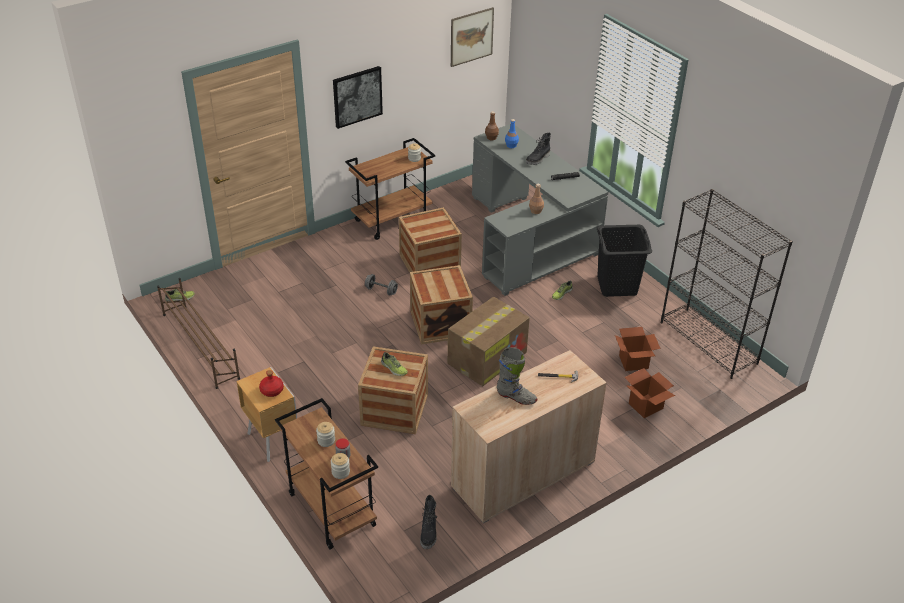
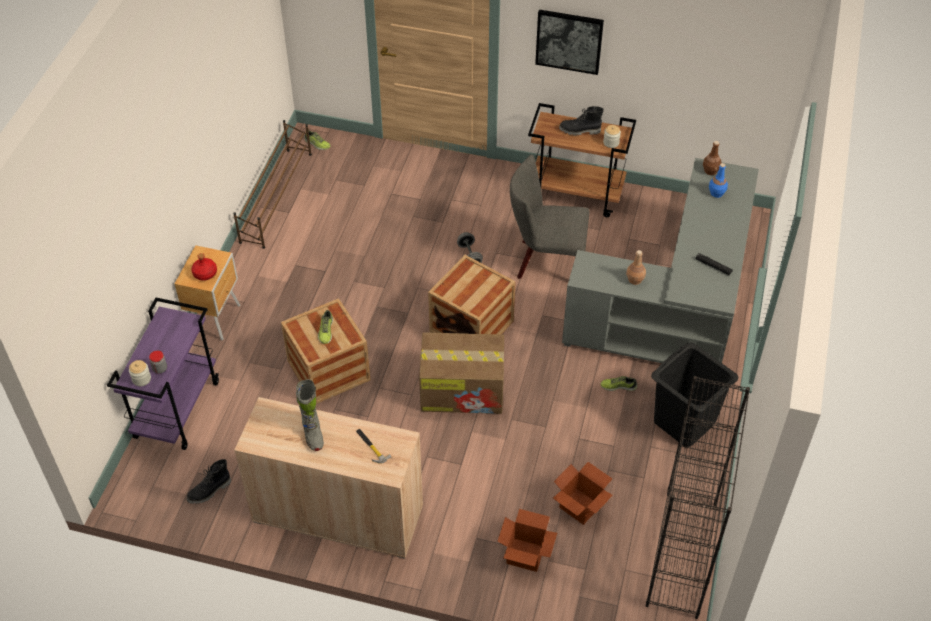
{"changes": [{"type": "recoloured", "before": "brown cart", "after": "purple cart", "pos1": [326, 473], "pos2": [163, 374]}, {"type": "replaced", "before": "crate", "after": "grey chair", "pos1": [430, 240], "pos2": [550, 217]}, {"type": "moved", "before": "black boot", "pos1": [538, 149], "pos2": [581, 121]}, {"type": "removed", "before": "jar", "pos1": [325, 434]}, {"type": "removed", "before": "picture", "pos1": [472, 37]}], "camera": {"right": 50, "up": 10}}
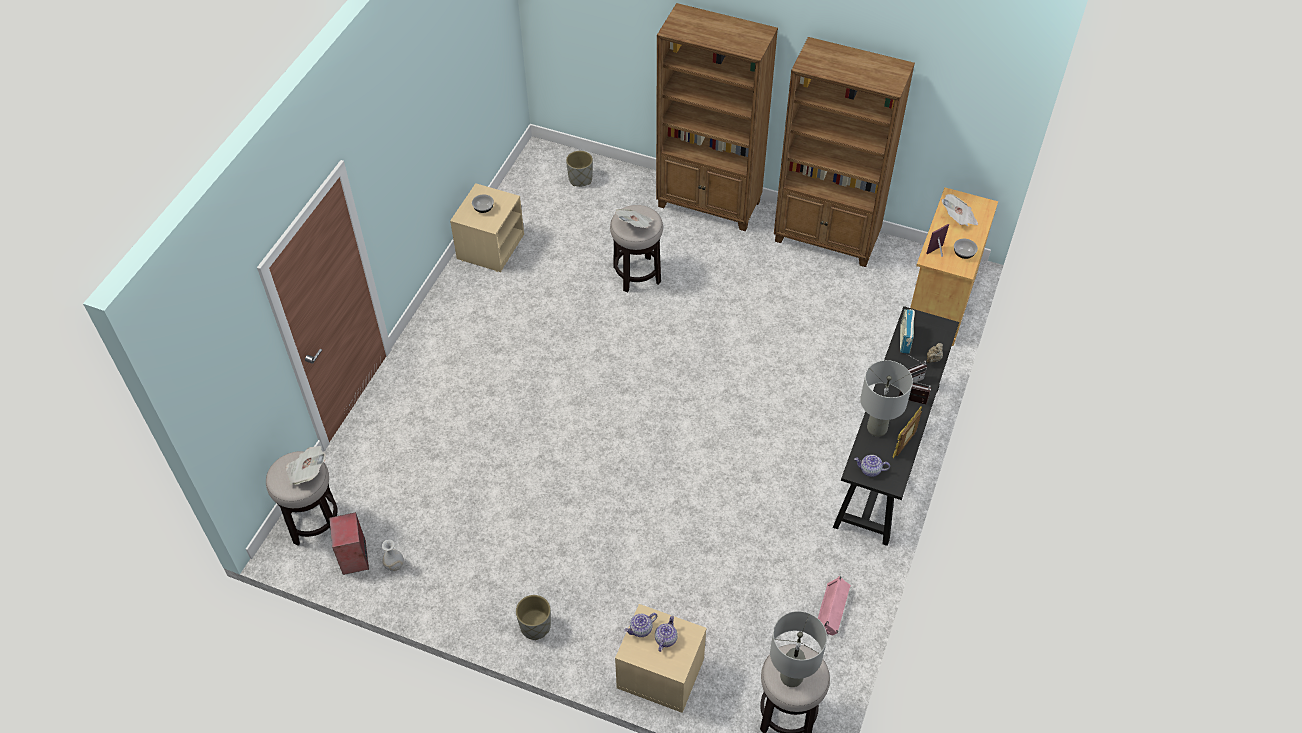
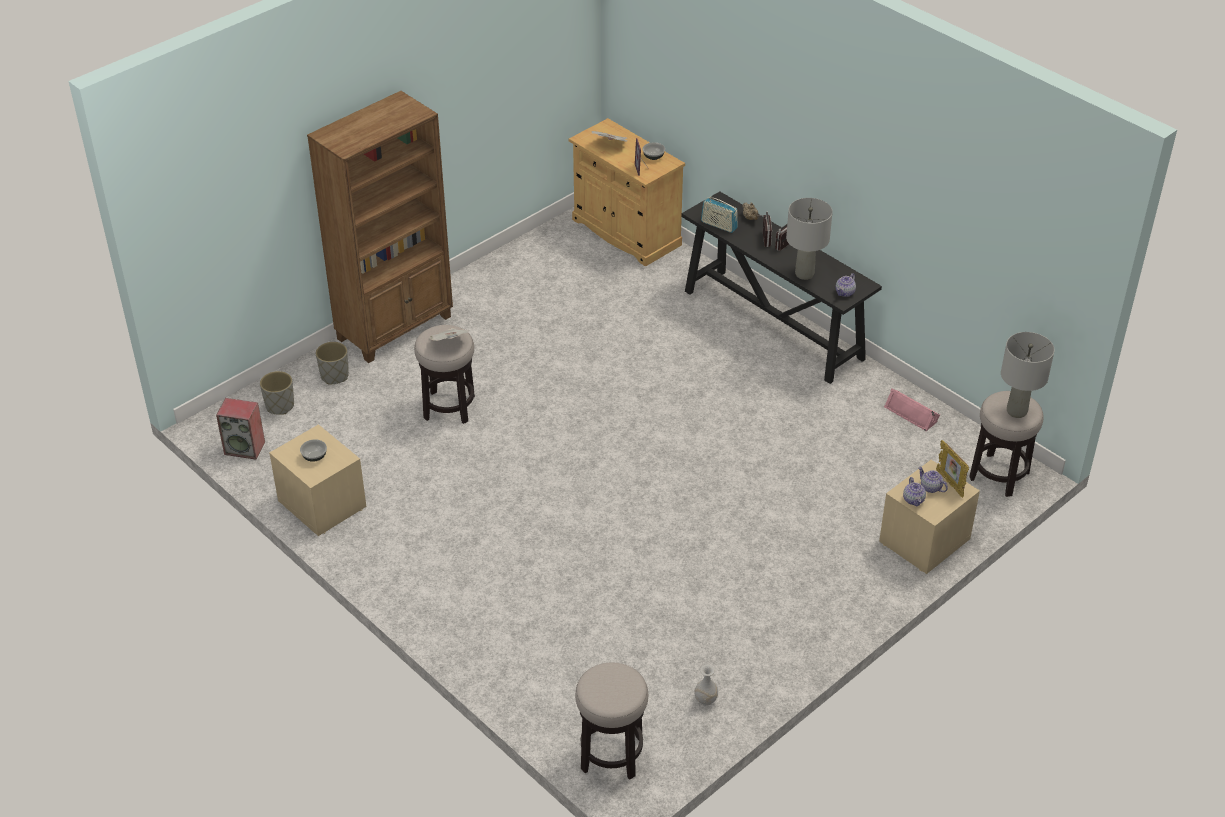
{"changes": [{"type": "moved", "before": "speaker", "pos1": [349, 543], "pos2": [240, 428]}, {"type": "moved", "before": "grey planter", "pos1": [533, 617], "pos2": [332, 363]}, {"type": "moved", "before": "picture frame", "pos1": [907, 432], "pos2": [952, 469]}, {"type": "removed", "before": "newspaper", "pos1": [305, 465]}, {"type": "removed", "before": "brown bookcase", "pos1": [844, 152]}], "camera": {"right": -65, "up": -10}}
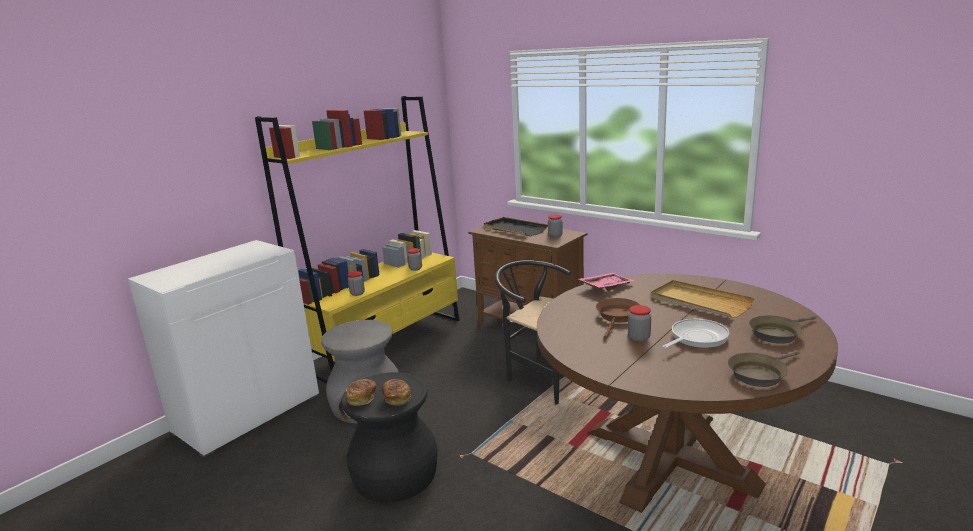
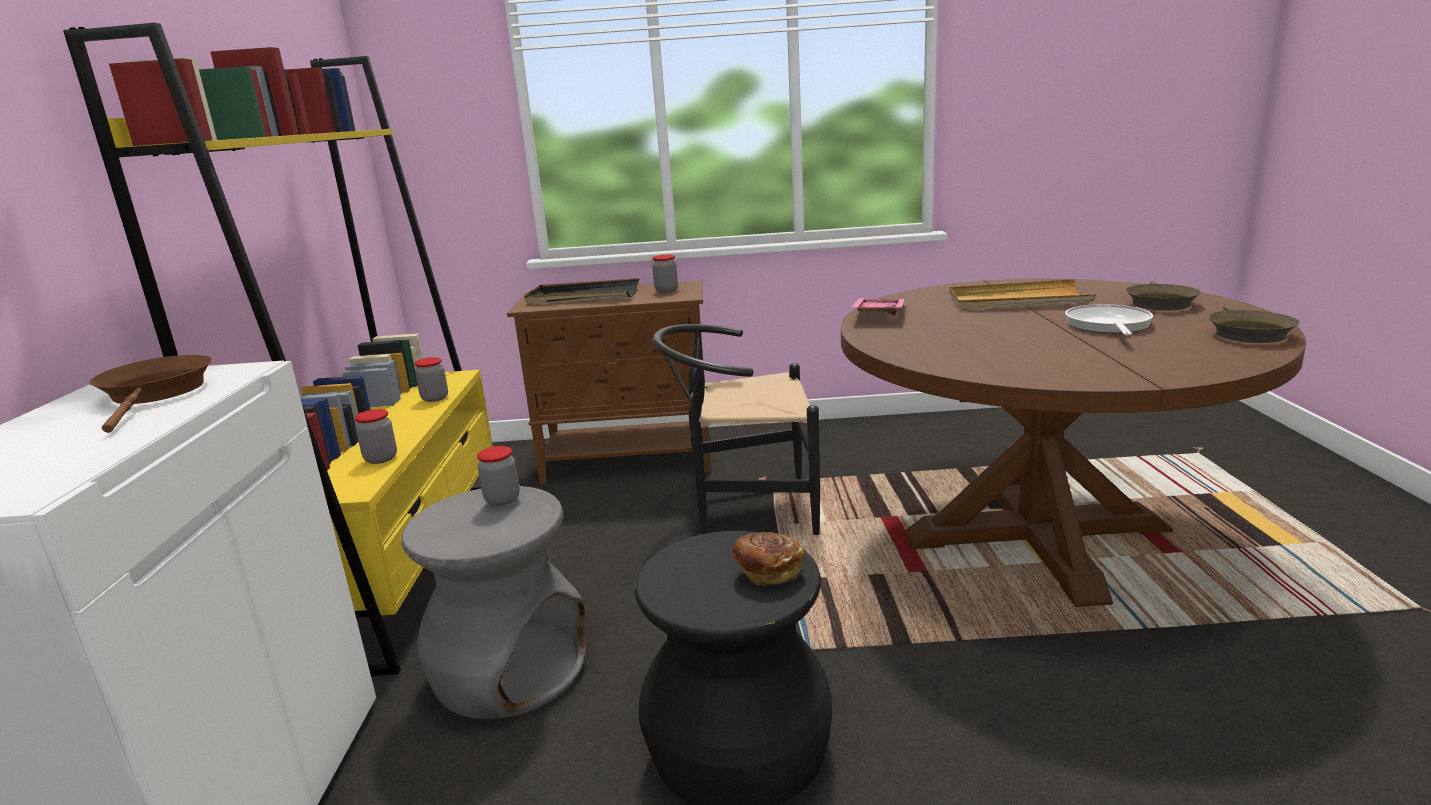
{"changes": [{"type": "moved", "before": "brown frying pan", "pos1": [618, 318], "pos2": [151, 394]}, {"type": "moved", "before": "jar", "pos1": [639, 323], "pos2": [498, 476]}, {"type": "removed", "before": "bread", "pos1": [361, 392]}], "camera": {"right": -40, "up": 0}}
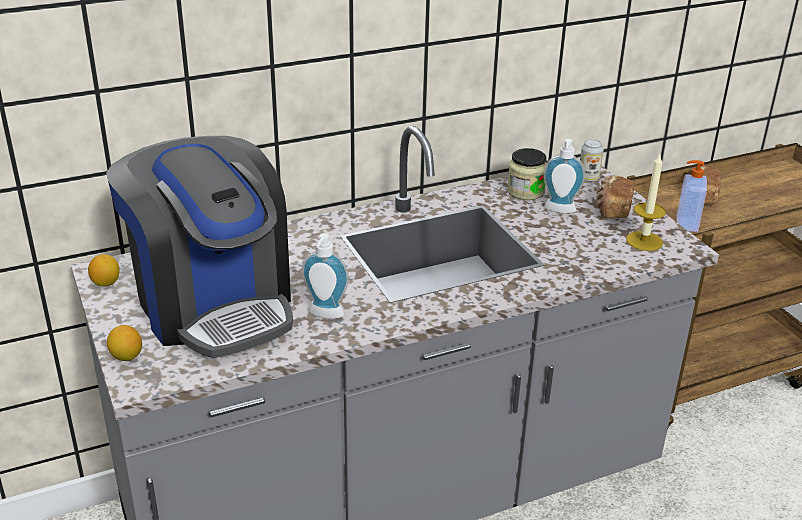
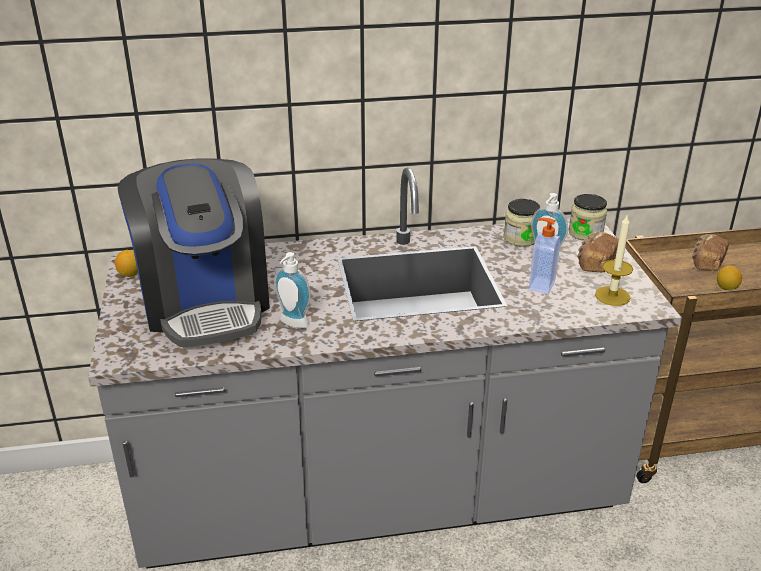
{"changes": [{"type": "moved", "before": "soap dispenser", "pos1": [692, 196], "pos2": [545, 256]}, {"type": "replaced", "before": "can", "after": "jar", "pos1": [592, 160], "pos2": [587, 217]}, {"type": "moved", "before": "lemon", "pos1": [124, 343], "pos2": [729, 278]}], "camera": {"right": 15, "up": 0}}
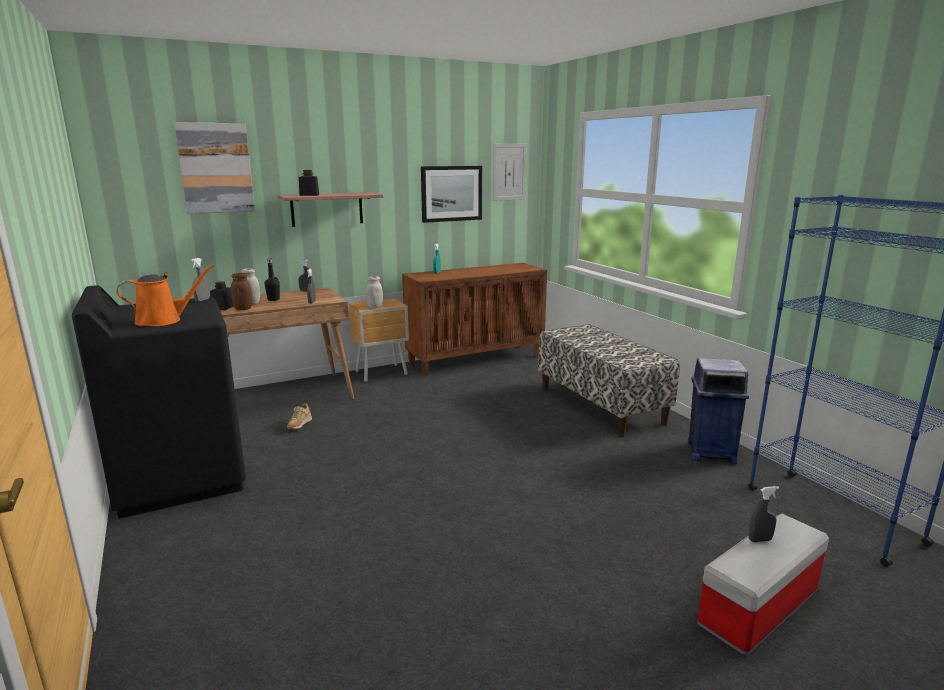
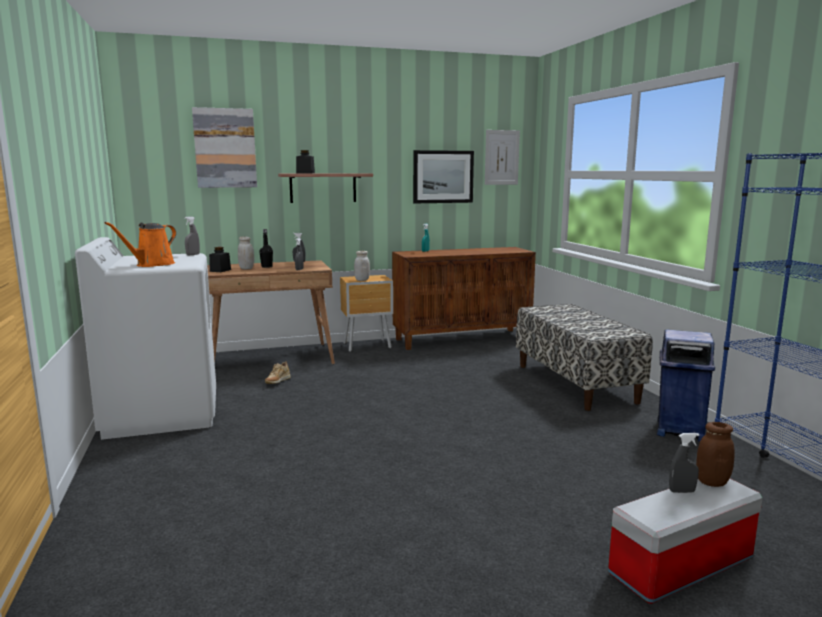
{"changes": [{"type": "recoloured", "before": "black washing machine", "after": "white washing machine", "pos1": [159, 402], "pos2": [145, 338]}, {"type": "turned", "before": "orange watering can", "pos1": [165, 295], "pos2": [140, 244], "turn": 135}, {"type": "moved", "before": "brown jar", "pos1": [241, 291], "pos2": [715, 454]}], "camera": {"right": 10, "up": -5}}
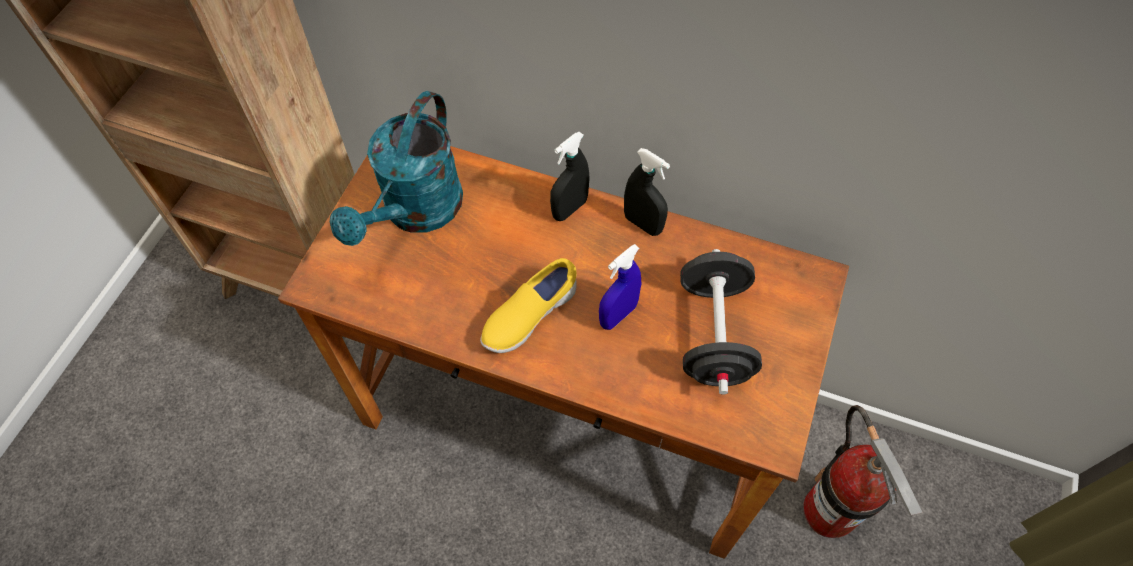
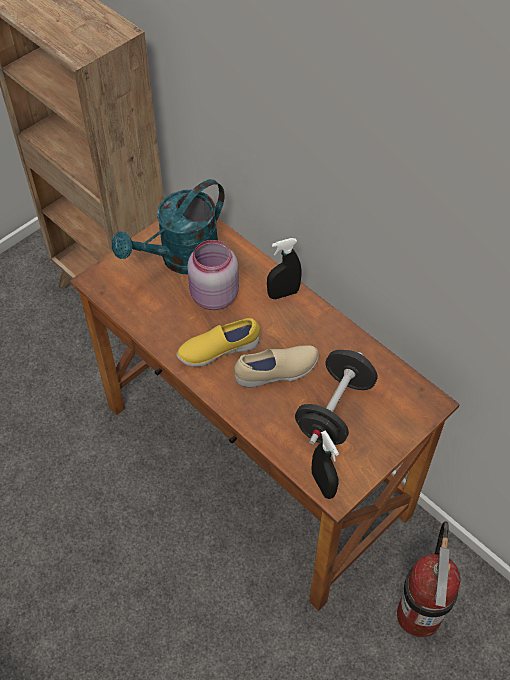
{"changes": [{"type": "added", "after": "pink jar", "pos2": [213, 275]}, {"type": "replaced", "before": "blue spray bottle", "after": "beige shoe", "pos1": [620, 287], "pos2": [276, 366]}, {"type": "moved", "before": "black spray bottle", "pos1": [647, 192], "pos2": [325, 464]}], "camera": {"right": 25, "up": -5}}
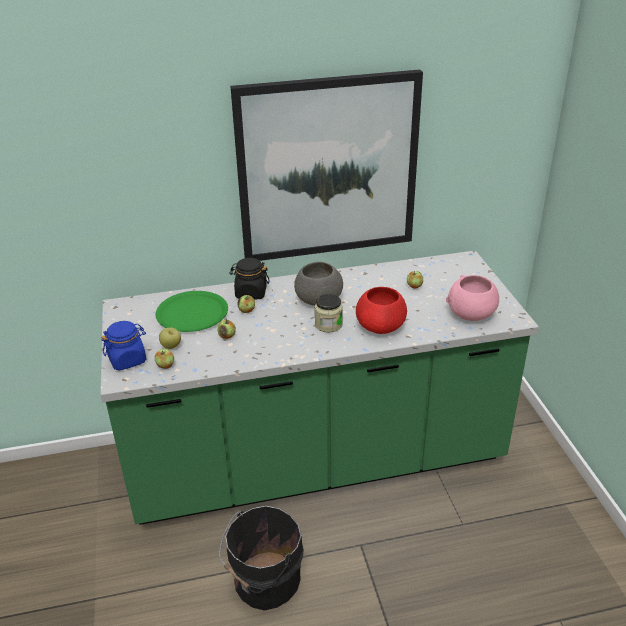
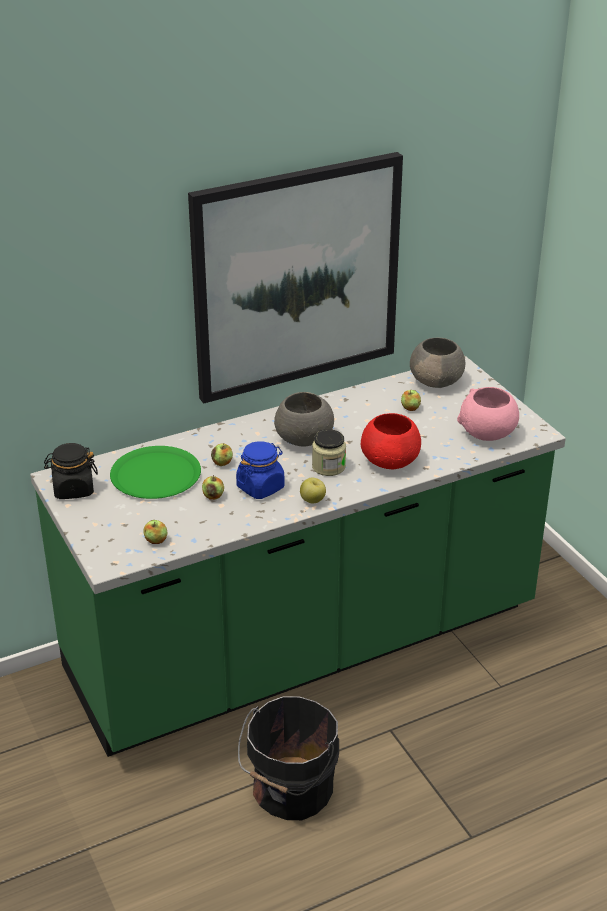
{"changes": [{"type": "moved", "before": "black jar", "pos1": [249, 279], "pos2": [71, 471]}, {"type": "moved", "before": "blue jar", "pos1": [123, 346], "pos2": [260, 470]}, {"type": "moved", "before": "apple", "pos1": [170, 338], "pos2": [313, 491]}, {"type": "added", "after": "grey bowl", "pos2": [437, 363]}], "camera": {"right": -15, "up": 0}}
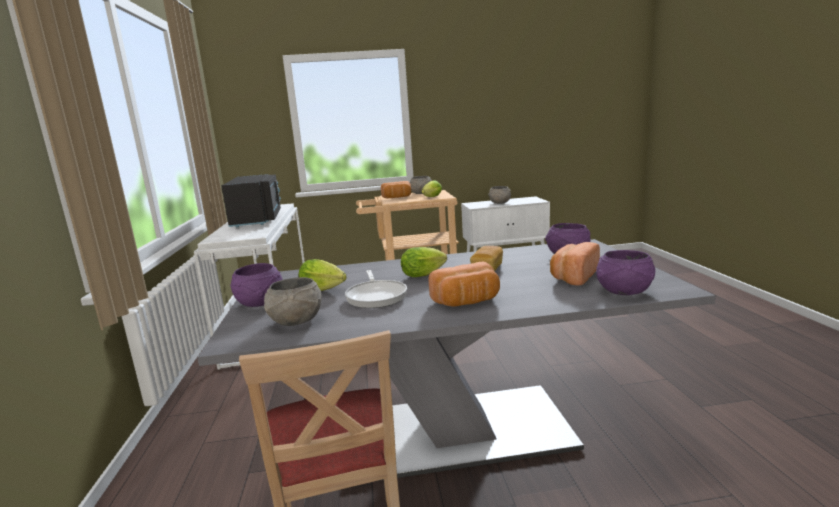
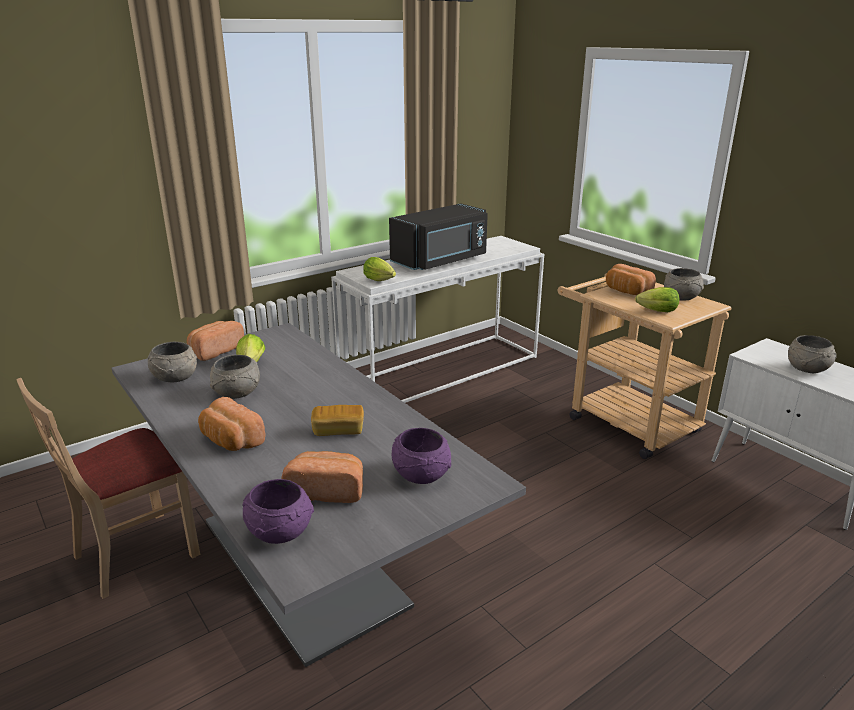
{"changes": [{"type": "replaced", "before": "purple bowl", "after": "bread", "pos1": [256, 285], "pos2": [215, 341]}, {"type": "replaced", "before": "frying pan", "after": "grey bowl", "pos1": [376, 289], "pos2": [235, 377]}, {"type": "moved", "before": "lettuce", "pos1": [424, 262], "pos2": [379, 269]}], "camera": {"right": 60, "up": 10}}
